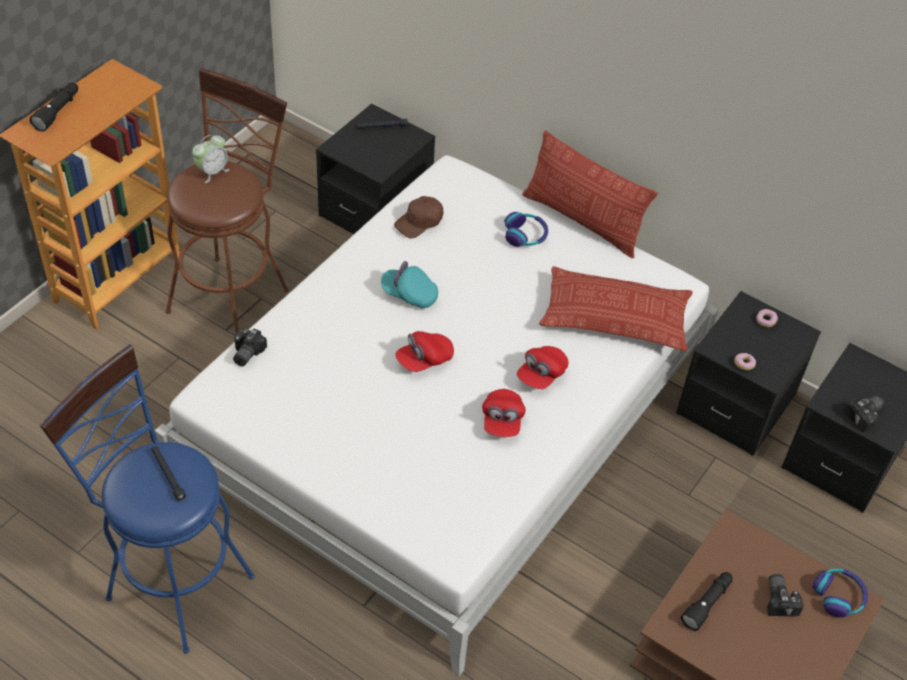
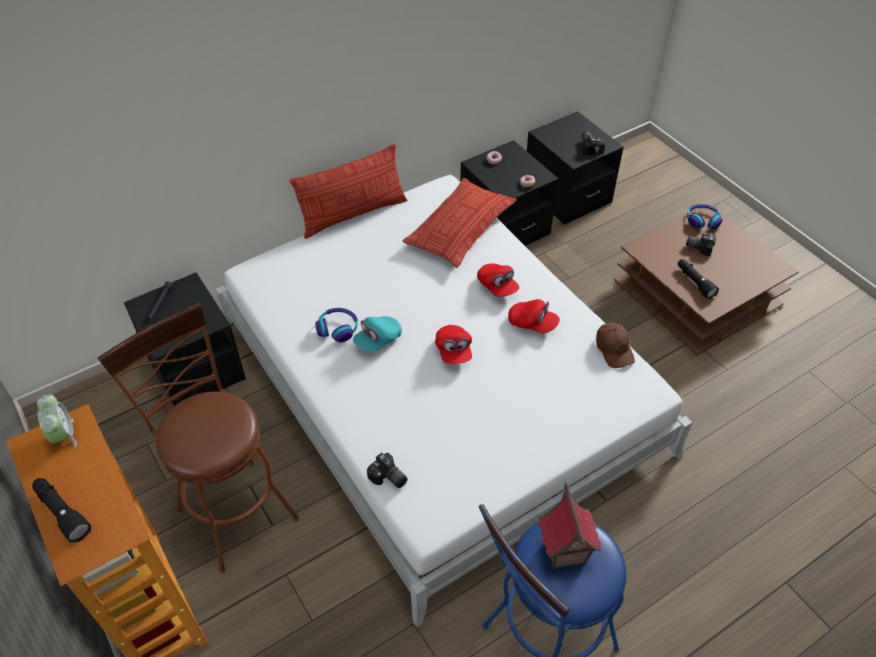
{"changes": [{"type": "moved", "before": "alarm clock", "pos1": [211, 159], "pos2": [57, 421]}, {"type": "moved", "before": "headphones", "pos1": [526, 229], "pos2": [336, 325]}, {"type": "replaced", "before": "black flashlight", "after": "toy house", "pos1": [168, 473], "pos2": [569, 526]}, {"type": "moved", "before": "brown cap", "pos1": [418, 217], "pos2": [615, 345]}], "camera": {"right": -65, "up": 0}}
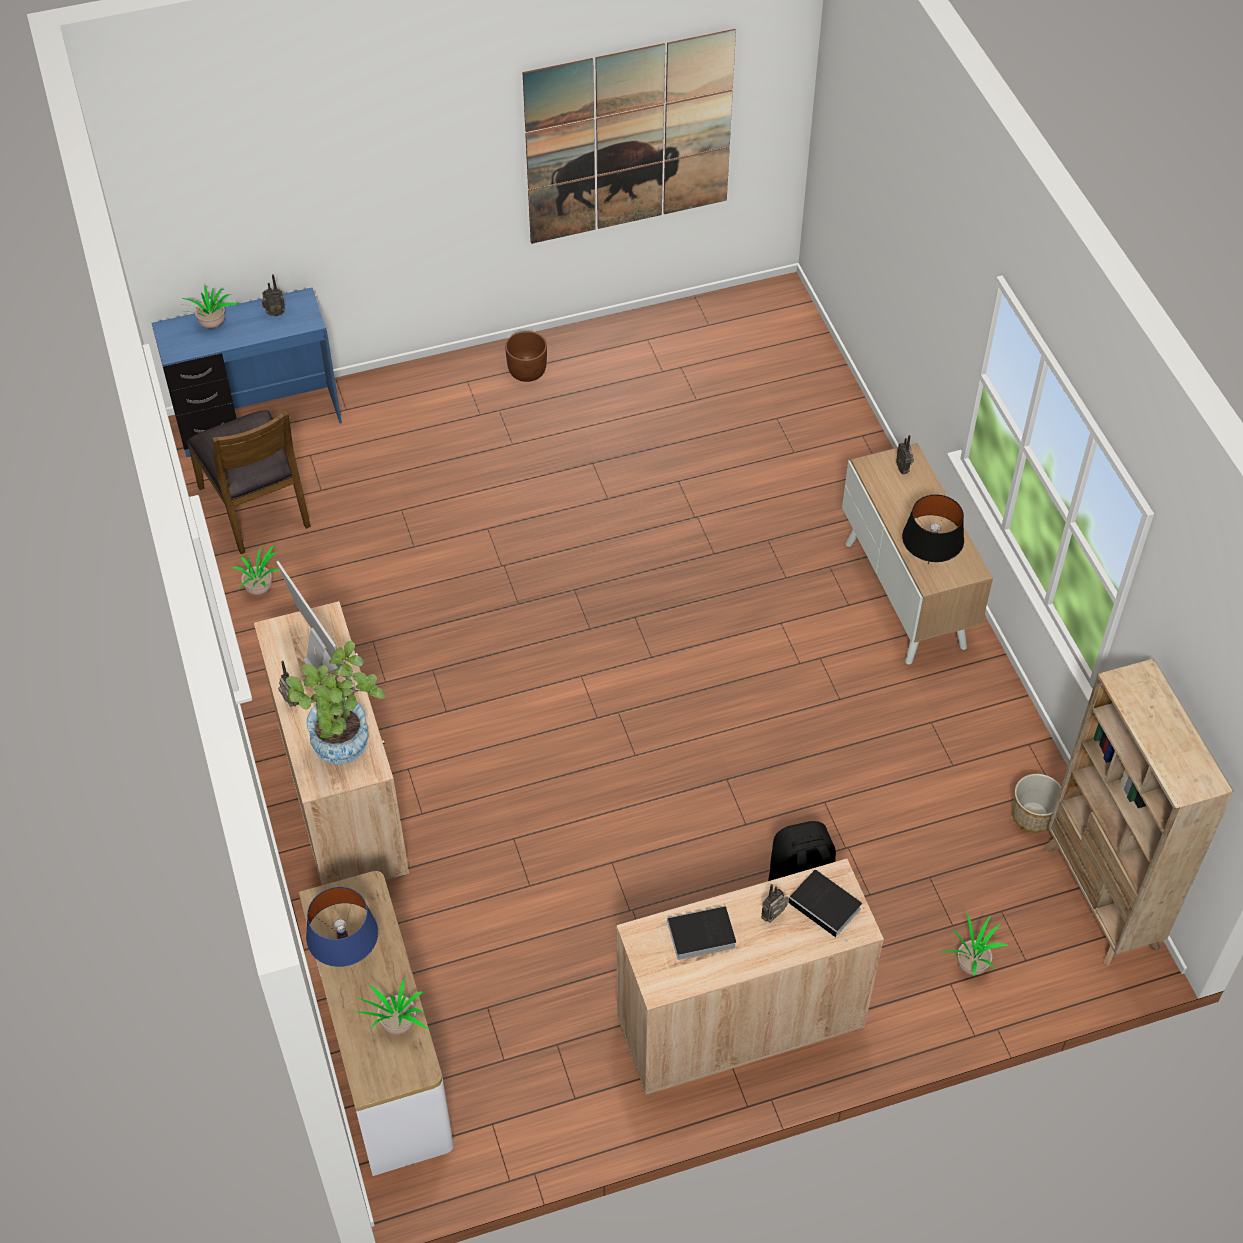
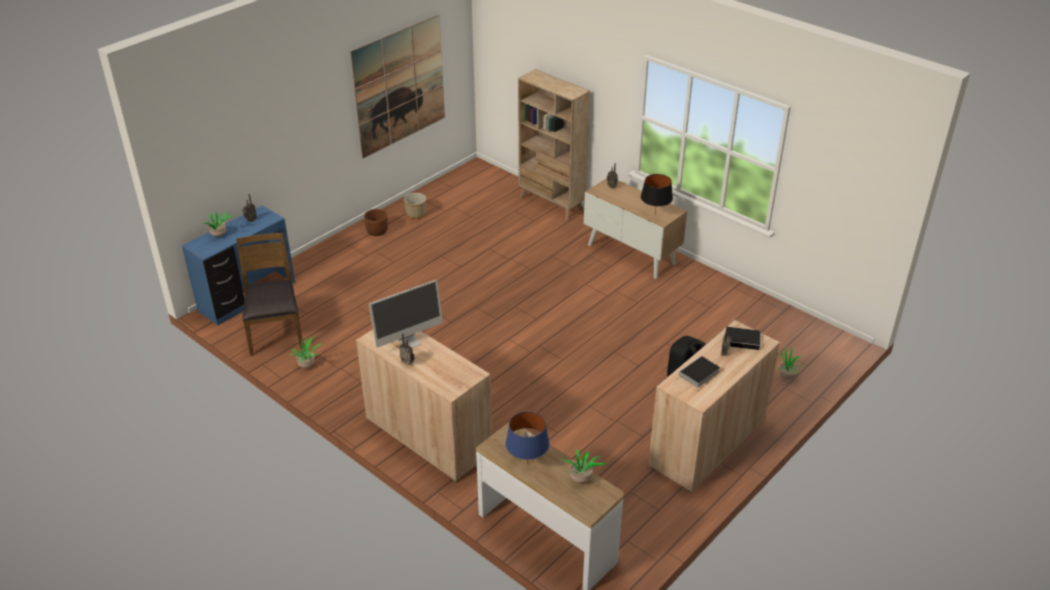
{"changes": [{"type": "turned", "before": "brown chair", "pos1": [248, 482], "pos2": [270, 294], "turn": -135}, {"type": "turned", "before": "monitor", "pos1": [316, 625], "pos2": [406, 314], "turn": 120}, {"type": "moved", "before": "planter", "pos1": [1036, 803], "pos2": [415, 206]}, {"type": "moved", "before": "beige bookcase", "pos1": [1138, 812], "pos2": [554, 144]}, {"type": "removed", "before": "potted plant", "pos1": [335, 702]}], "camera": {"right": -30, "up": -15}}
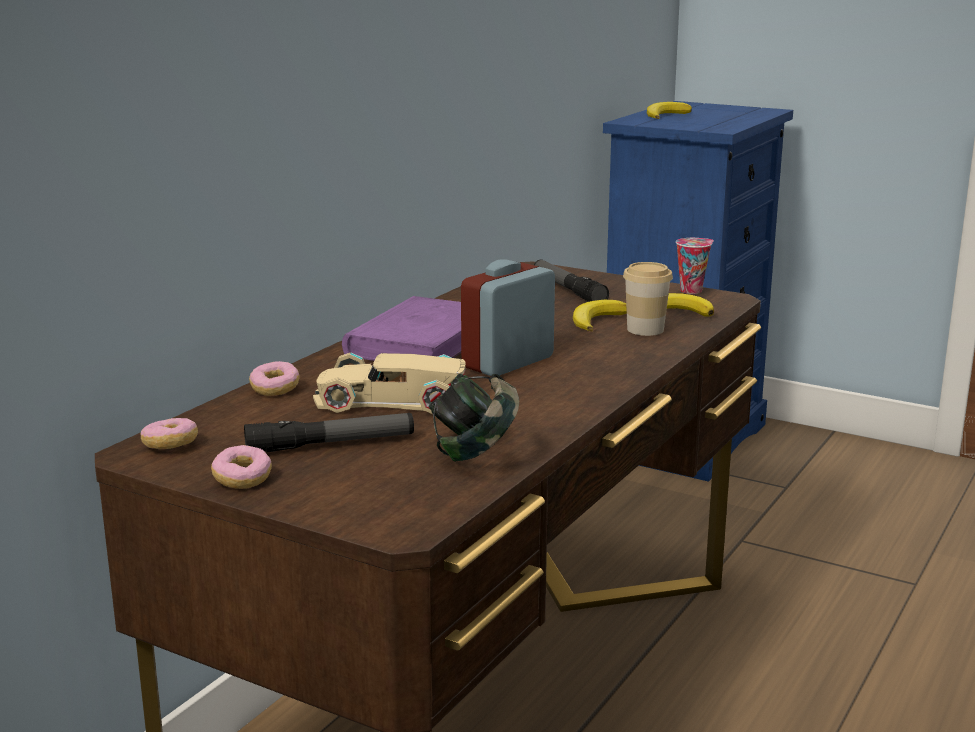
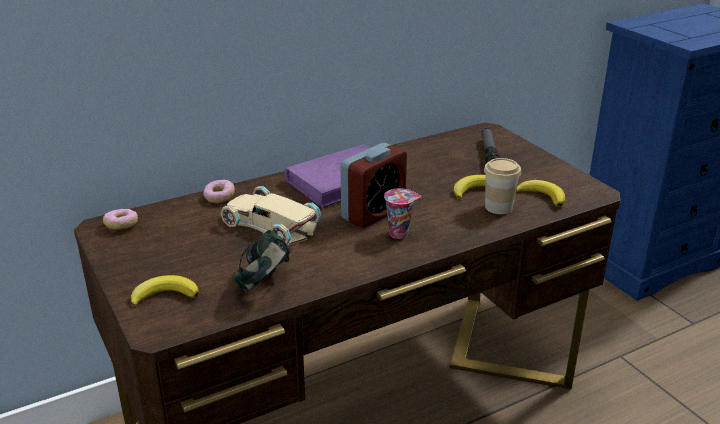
{"changes": [{"type": "moved", "before": "banana", "pos1": [669, 110], "pos2": [165, 291]}, {"type": "turned", "before": "alarm clock", "pos1": [508, 318], "pos2": [374, 185], "turn": 150}, {"type": "moved", "before": "cup", "pos1": [695, 266], "pos2": [402, 213]}, {"type": "removed", "before": "donut", "pos1": [241, 467]}, {"type": "removed", "before": "flashlight", "pos1": [329, 432]}], "camera": {"right": 30, "up": 10}}
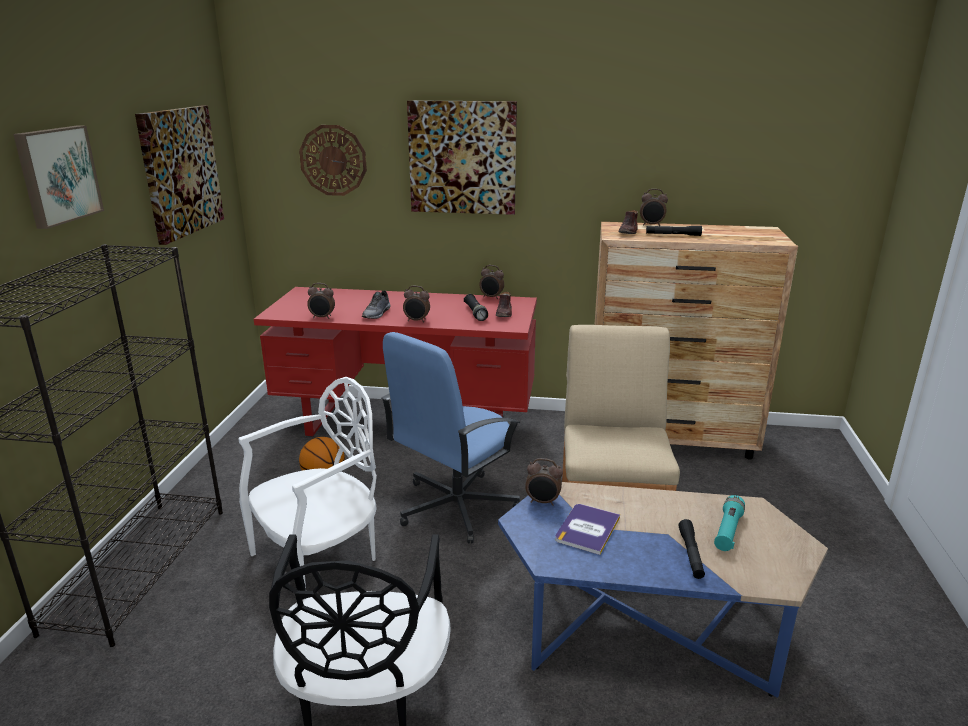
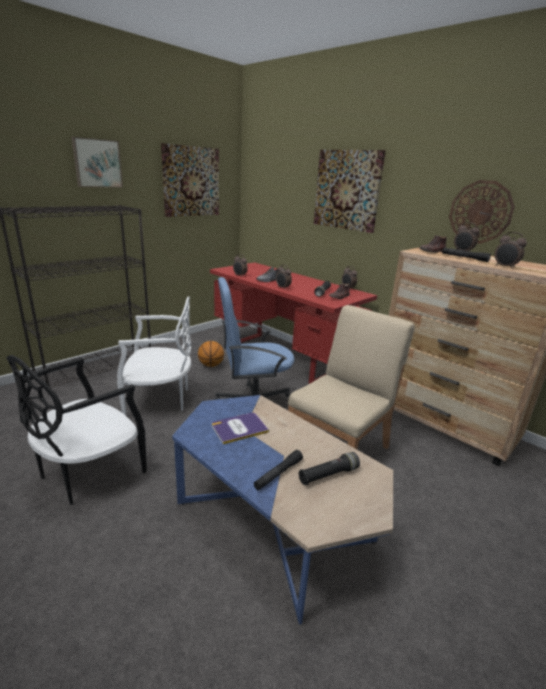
{"changes": [{"type": "recoloured", "before": "turquoise flashlight", "after": "black flashlight", "pos1": [729, 523], "pos2": [329, 468]}, {"type": "moved", "before": "wall clock", "pos1": [333, 160], "pos2": [482, 212]}, {"type": "moved", "before": "alarm clock", "pos1": [544, 482], "pos2": [511, 250]}], "camera": {"right": 35, "up": 0}}
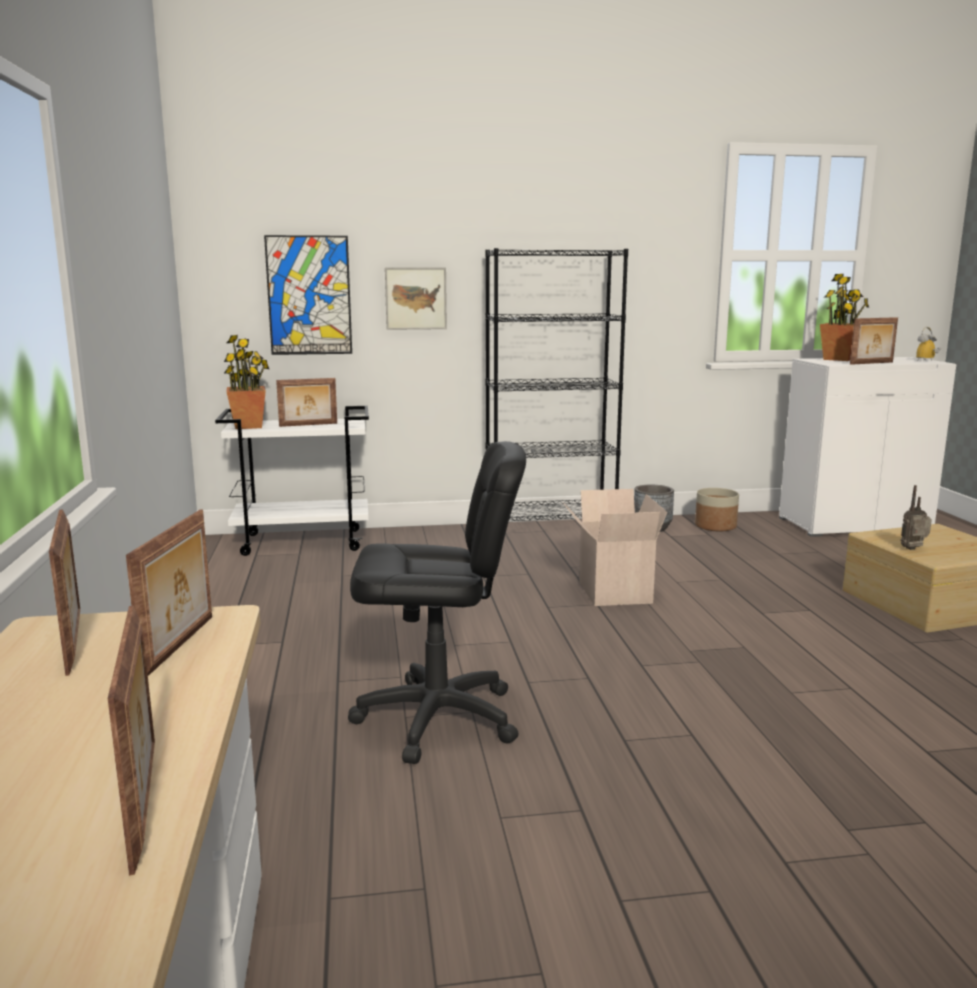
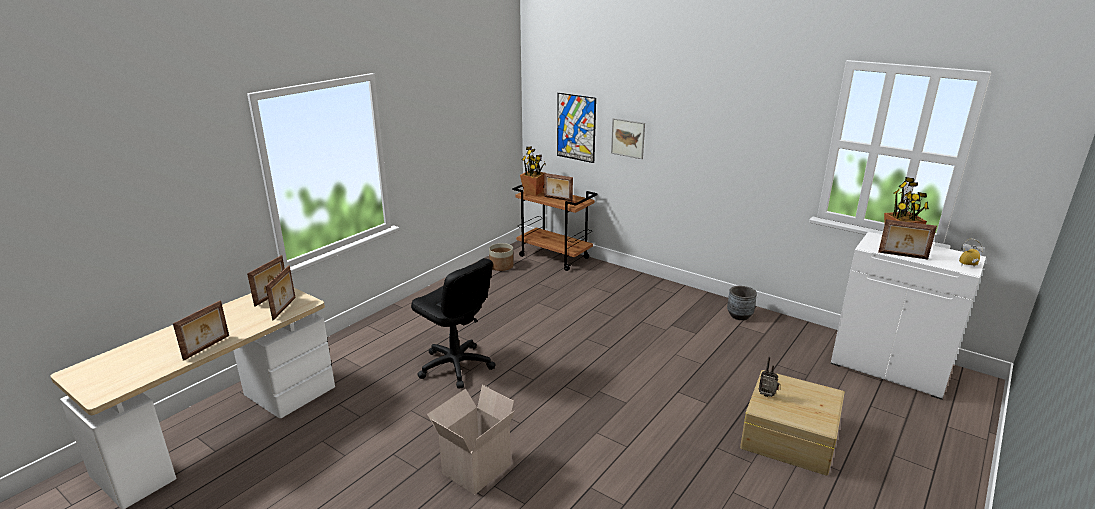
{"changes": [{"type": "turned", "before": "picture frame", "pos1": [169, 592], "pos2": [280, 292], "turn": -45}, {"type": "moved", "before": "cardboard box", "pos1": [615, 547], "pos2": [470, 440]}, {"type": "moved", "before": "planter", "pos1": [717, 509], "pos2": [501, 257]}, {"type": "recoloured", "before": "white cart", "after": "brown cart", "pos1": [292, 481], "pos2": [555, 228]}, {"type": "removed", "before": "black bookcase", "pos1": [556, 384]}], "camera": {"right": 45, "up": 10}}
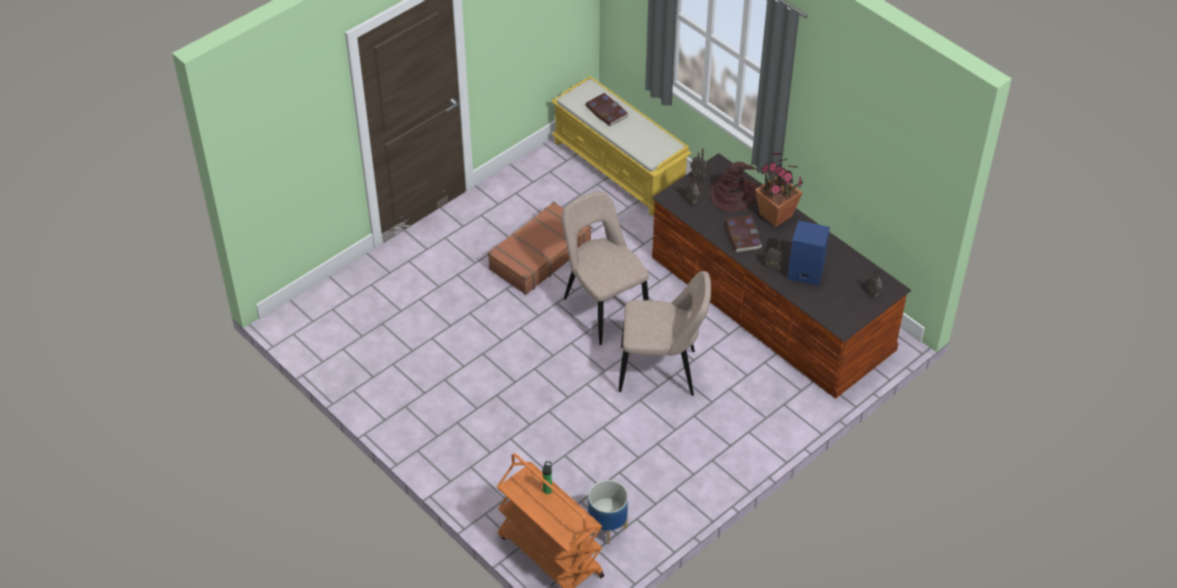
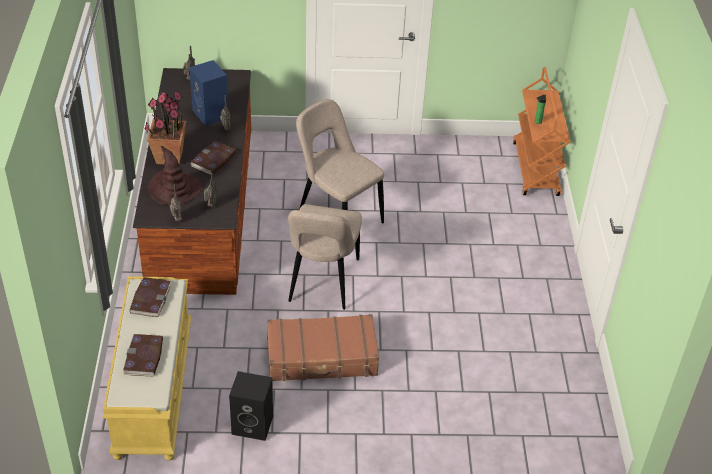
{"changes": [{"type": "added", "after": "book", "pos2": [150, 297]}, {"type": "added", "after": "black speaker", "pos2": [251, 406]}, {"type": "removed", "before": "planter", "pos1": [608, 512]}], "camera": {"right": -140, "up": -5}}
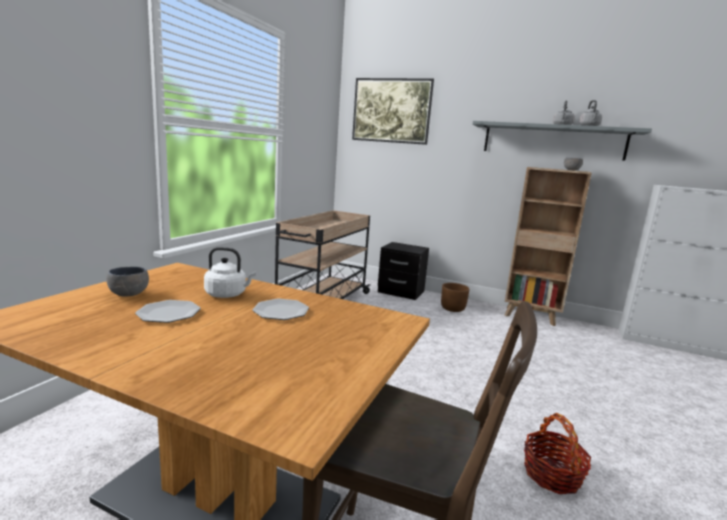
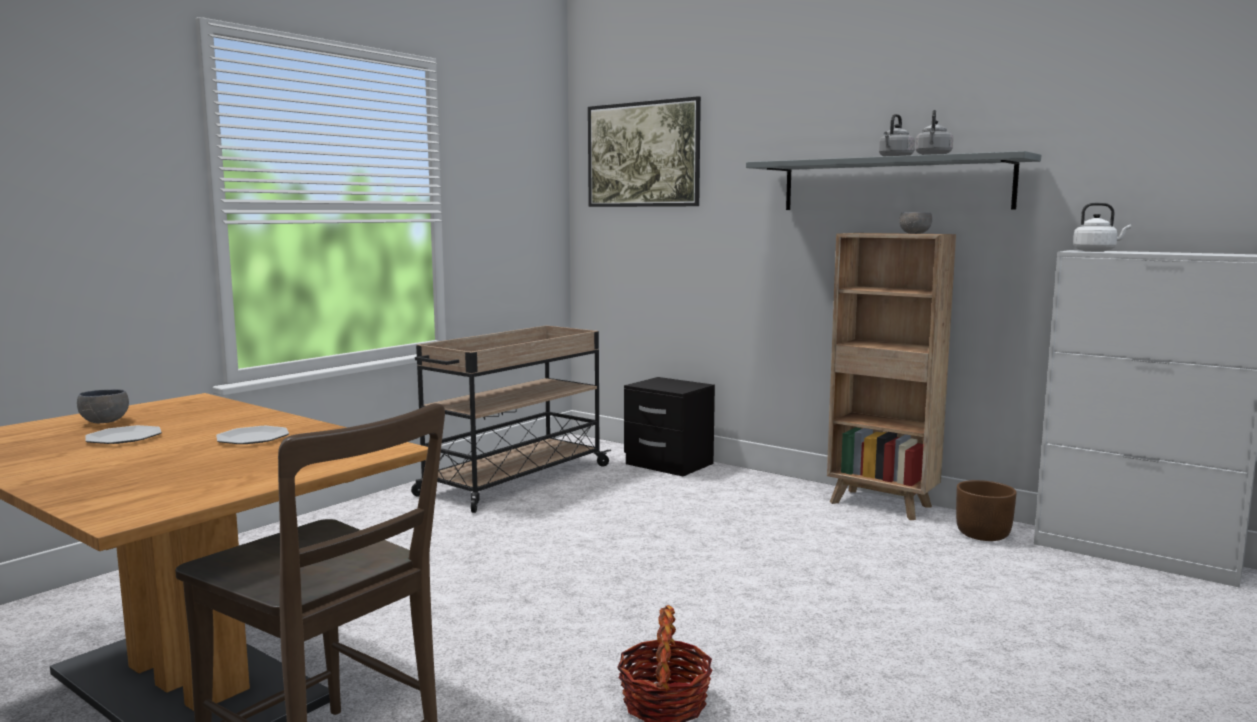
{"changes": [{"type": "moved", "before": "brown planter", "pos1": [455, 297], "pos2": [986, 510]}, {"type": "moved", "before": "white kettle", "pos1": [230, 272], "pos2": [1102, 227]}], "camera": {"right": 15, "up": -5}}
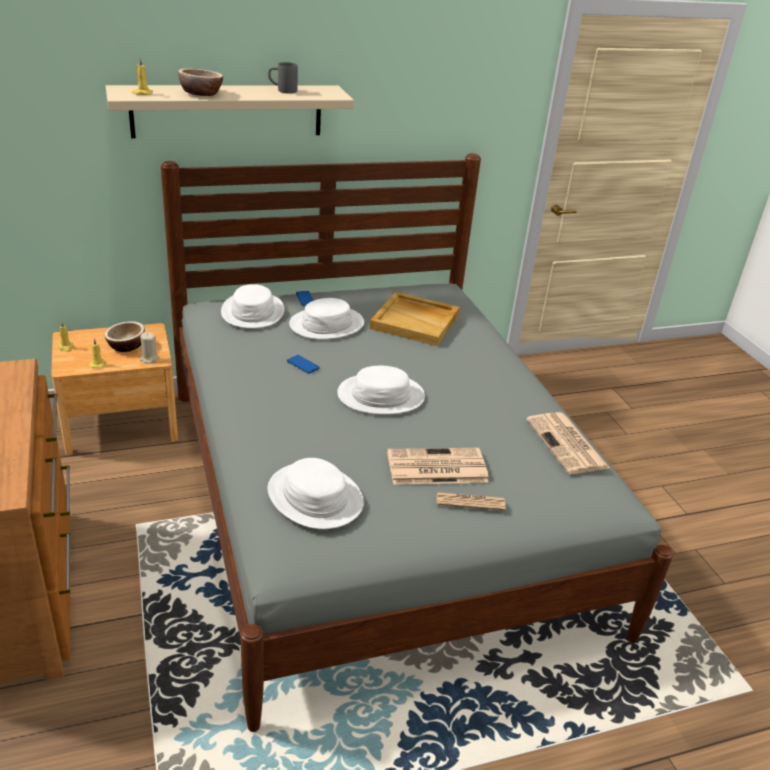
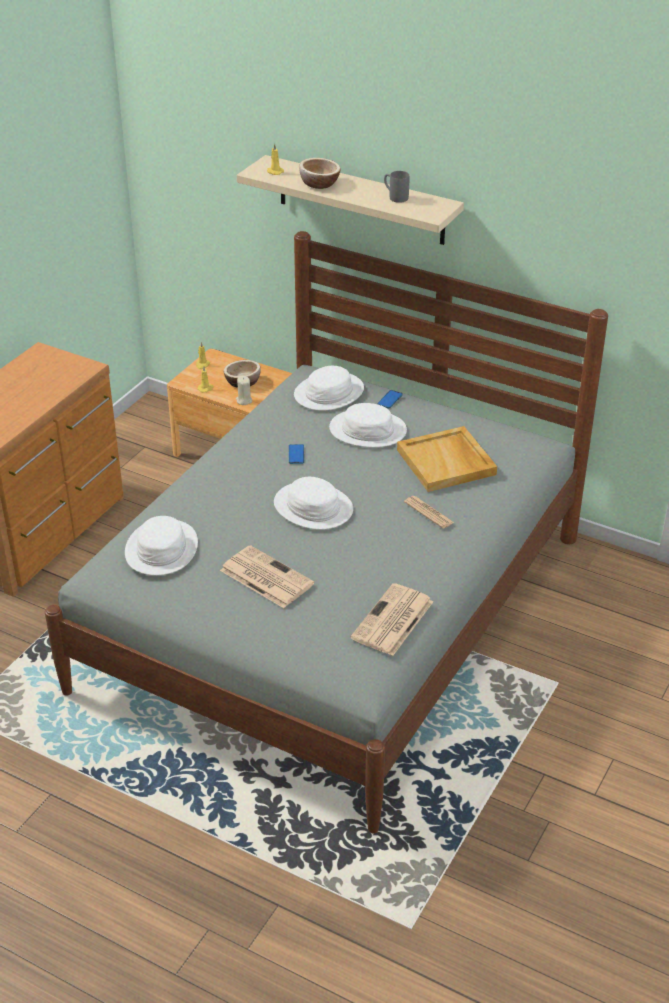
{"changes": [{"type": "moved", "before": "newspaper", "pos1": [471, 501], "pos2": [429, 512]}], "camera": {"right": 50, "up": 5}}
